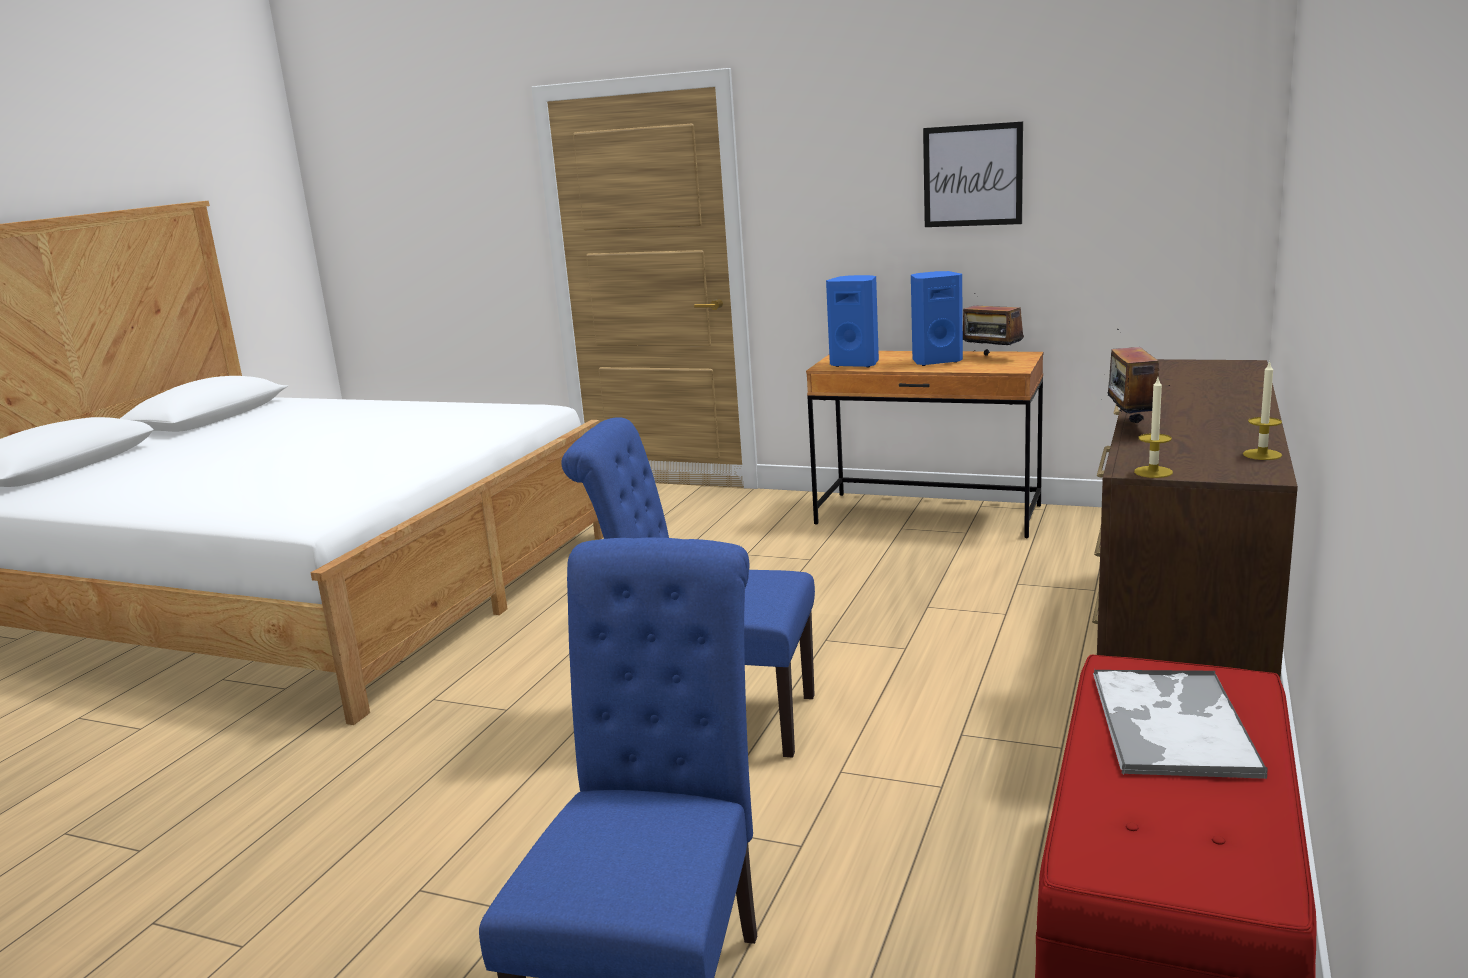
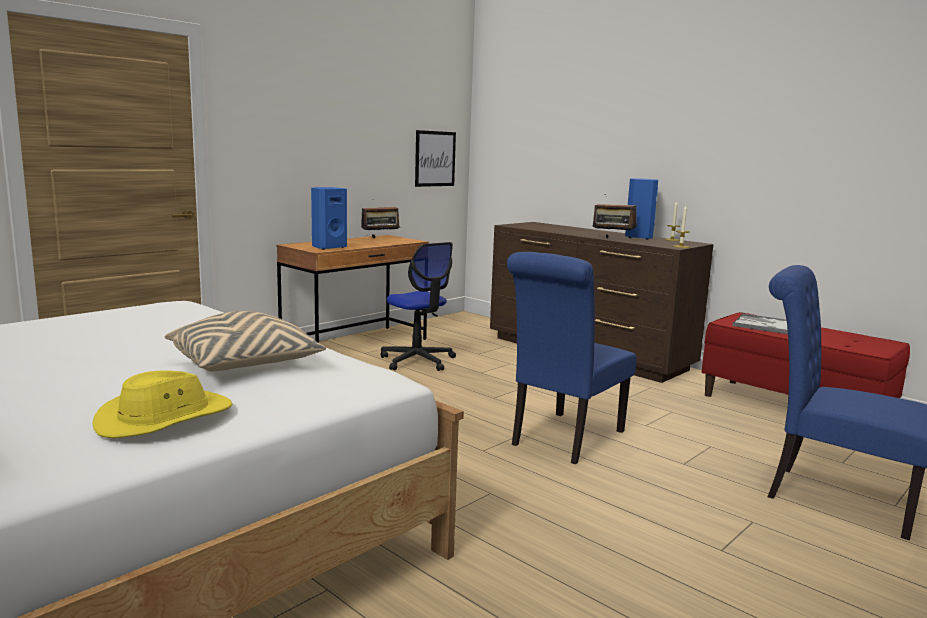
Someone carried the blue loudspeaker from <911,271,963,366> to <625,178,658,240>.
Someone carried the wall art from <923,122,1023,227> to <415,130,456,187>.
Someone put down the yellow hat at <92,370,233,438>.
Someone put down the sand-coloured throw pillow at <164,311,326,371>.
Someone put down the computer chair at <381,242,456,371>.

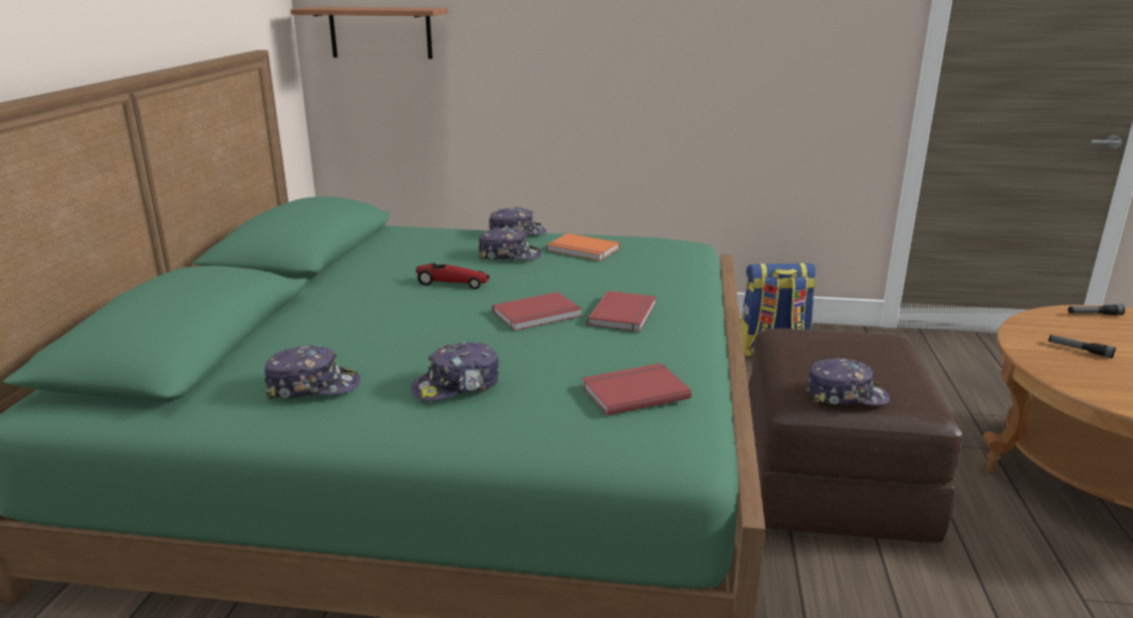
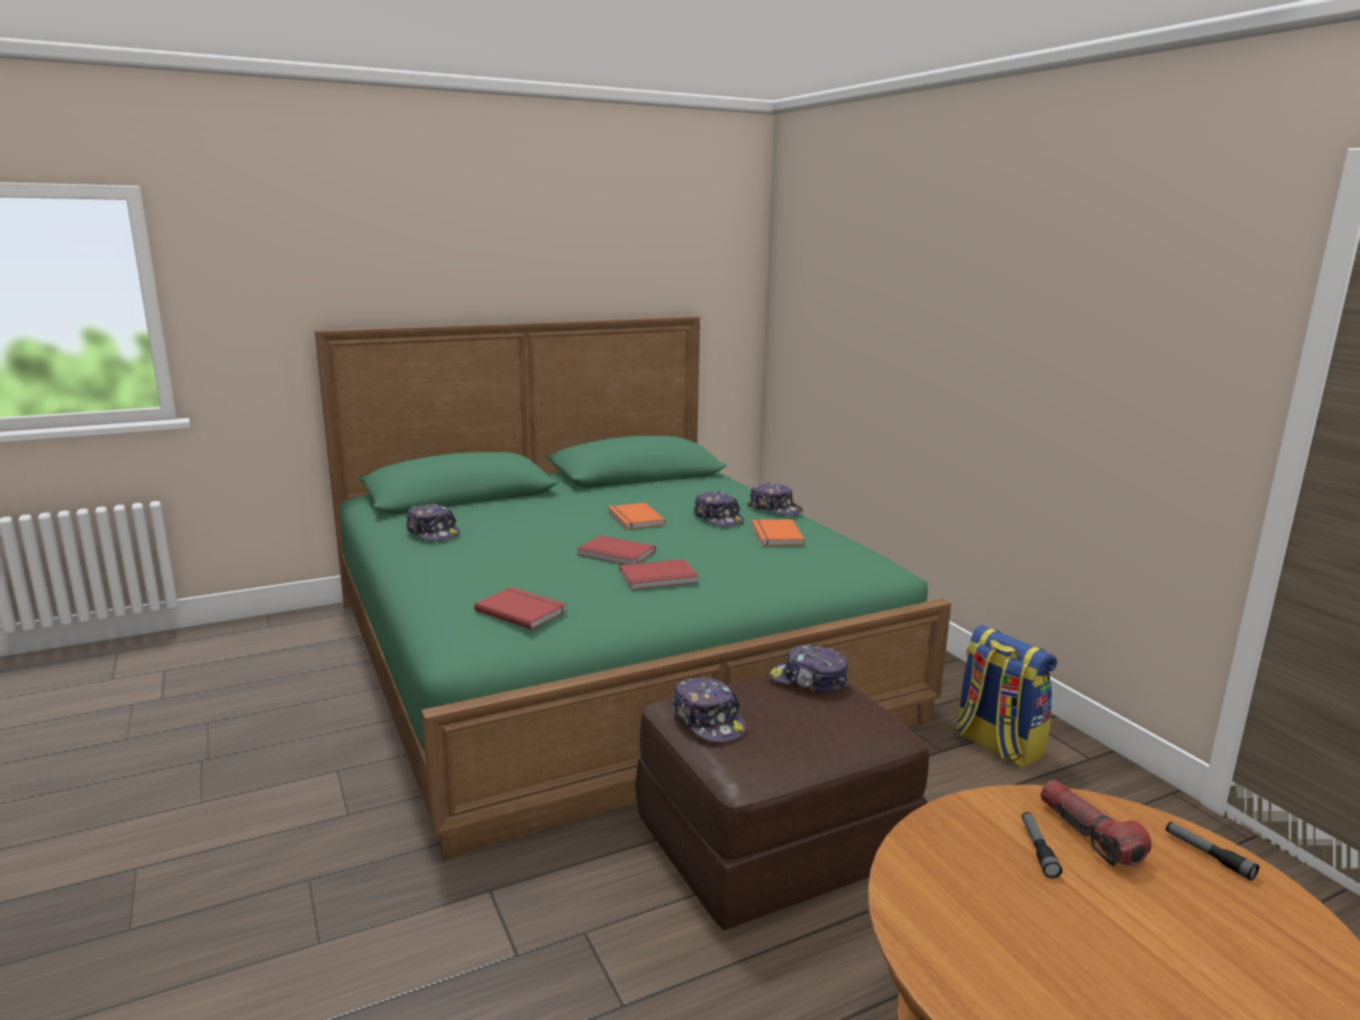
Someone took away the shelf at <290,7,448,59>.
Someone carried the peaked cap from <411,342,499,401> to <769,644,848,693>.
Someone swapped the toy car at <416,263,490,289> for the orange-coloured volume at <608,503,666,530>.
Someone put down the torch at <1040,780,1152,866>.

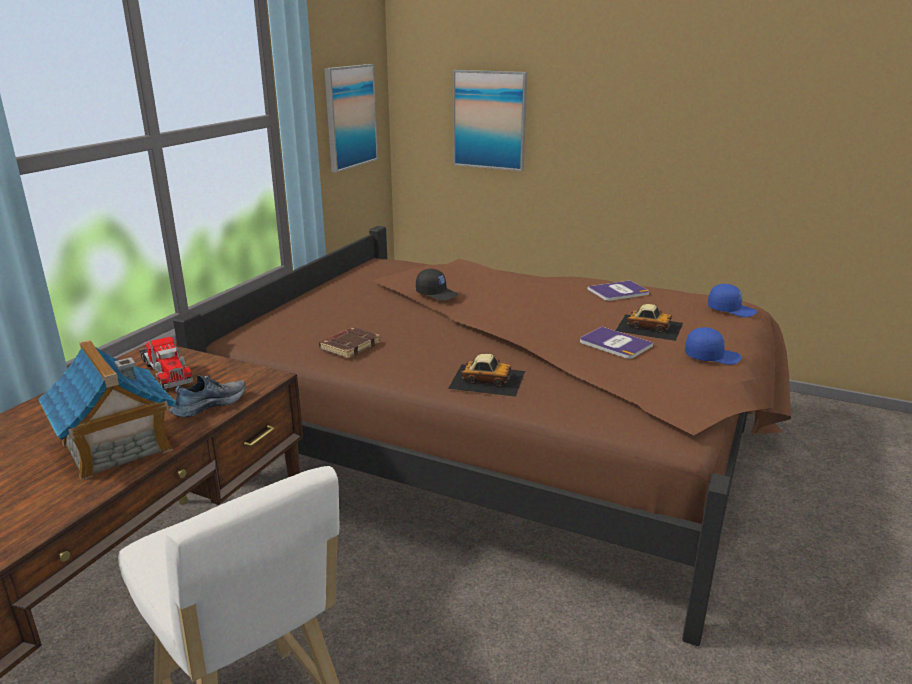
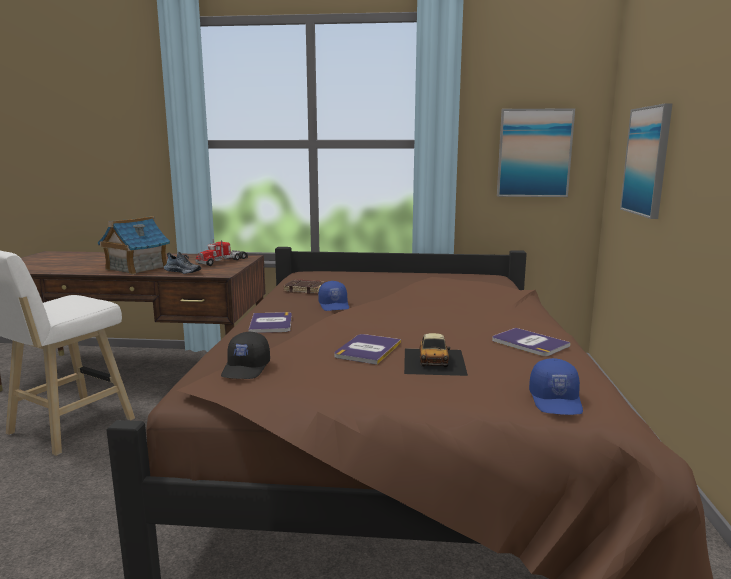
Someone carried the black-coloured peaked cap from <416,269,458,301> to <221,332,270,379>.
Someone swapped the toy car at <448,354,525,397> for the volume at <248,312,292,333>.
Someone carried the blue peaked cap from <685,327,742,365> to <318,281,349,311>.

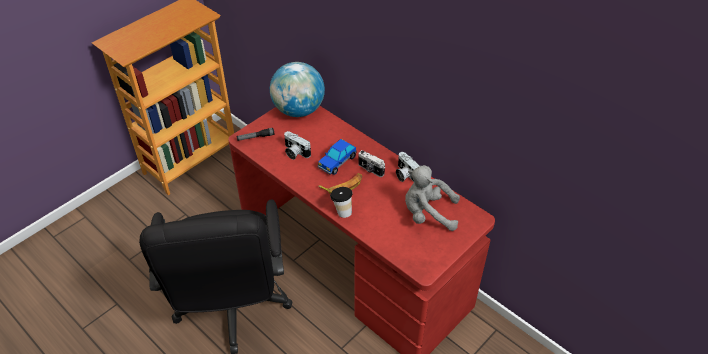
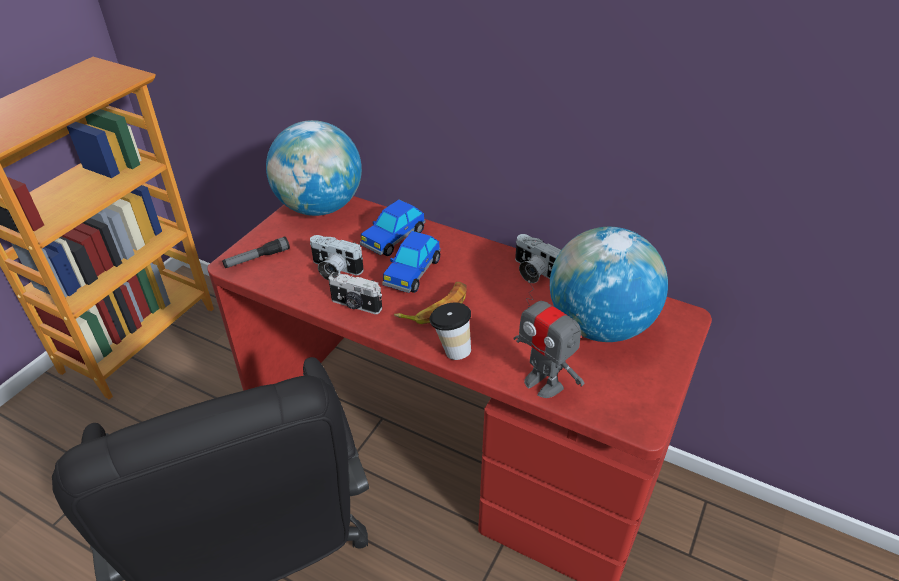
Someone carried the photo camera from <358,150,385,177> to <328,272,382,314>.
Someone swapped the gray plush toy at <405,165,460,231> for the globe at <550,227,668,342>.
Someone put down the toy car at <360,199,426,256>.
Someone put down the model robot at <514,280,584,398>.

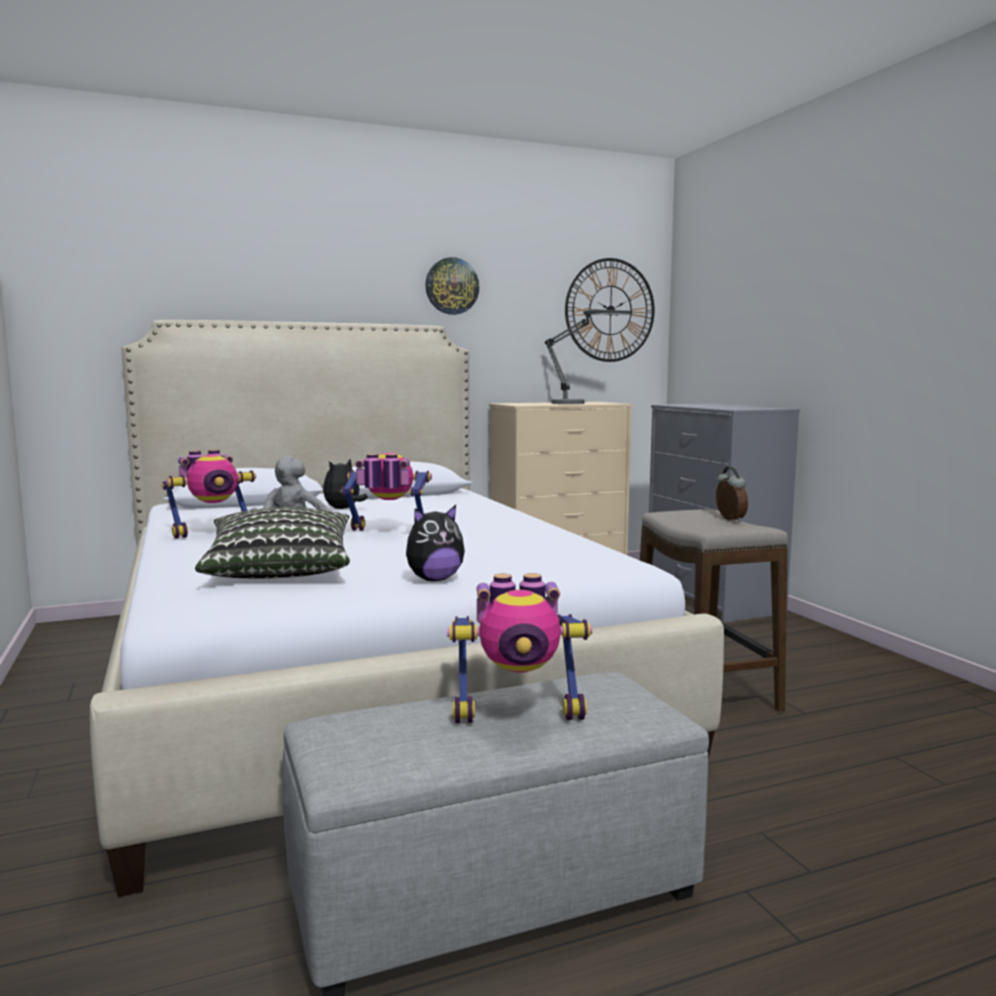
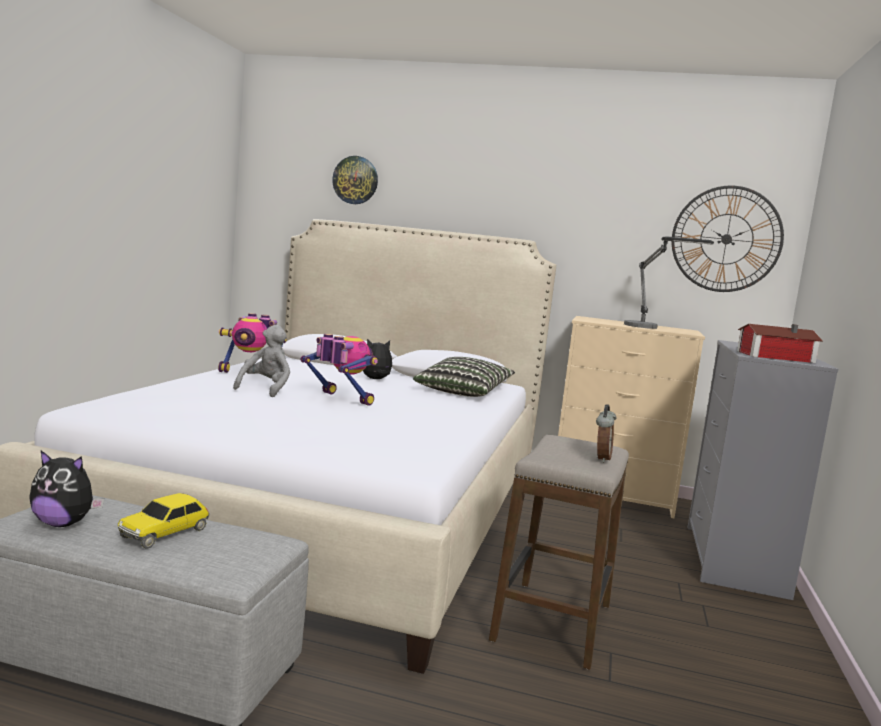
Someone carried the throw pillow from <195,507,350,579> to <413,357,515,397>.
Someone carried the plush toy from <406,505,465,581> to <29,451,104,527>.
Someone carried the clock on the wall from <425,257,479,315> to <332,156,378,204>.
Someone swapped the model robot at <447,573,592,723> for the toy car at <118,493,210,549>.
Someone put down the toy house at <737,324,823,363>.

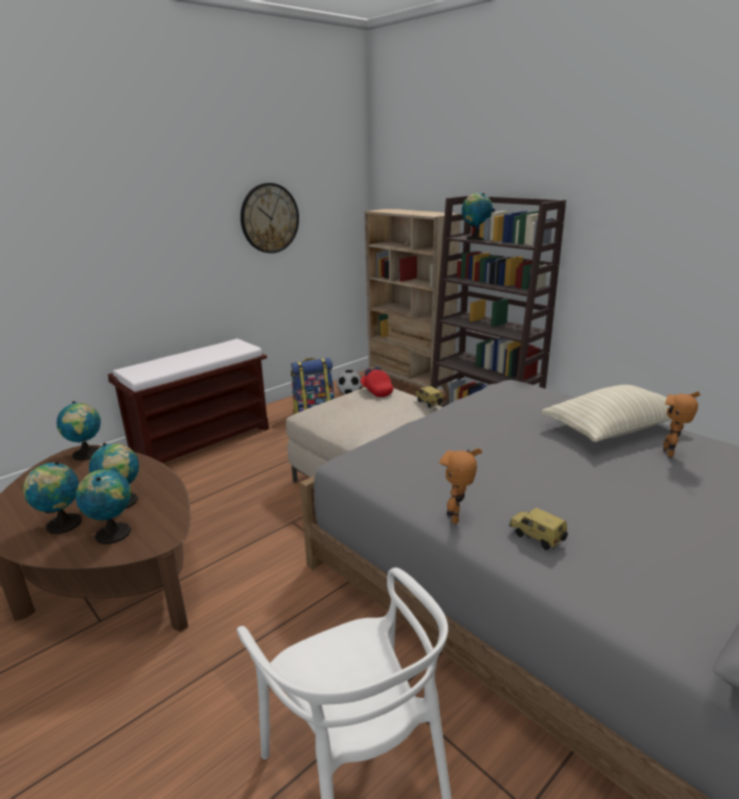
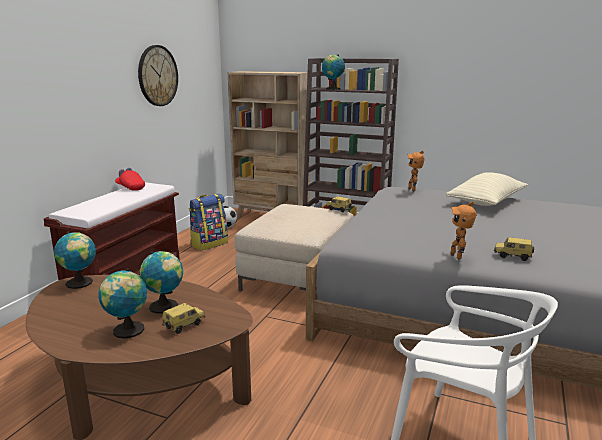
Someone swapped the globe at <76,469,131,544> for the toy car at <162,303,205,334>.
Someone carried the red-coloured peaked cap from <360,366,393,397> to <115,168,145,191>.
Someone carried the model robot from <663,391,700,457> to <408,151,424,191>.

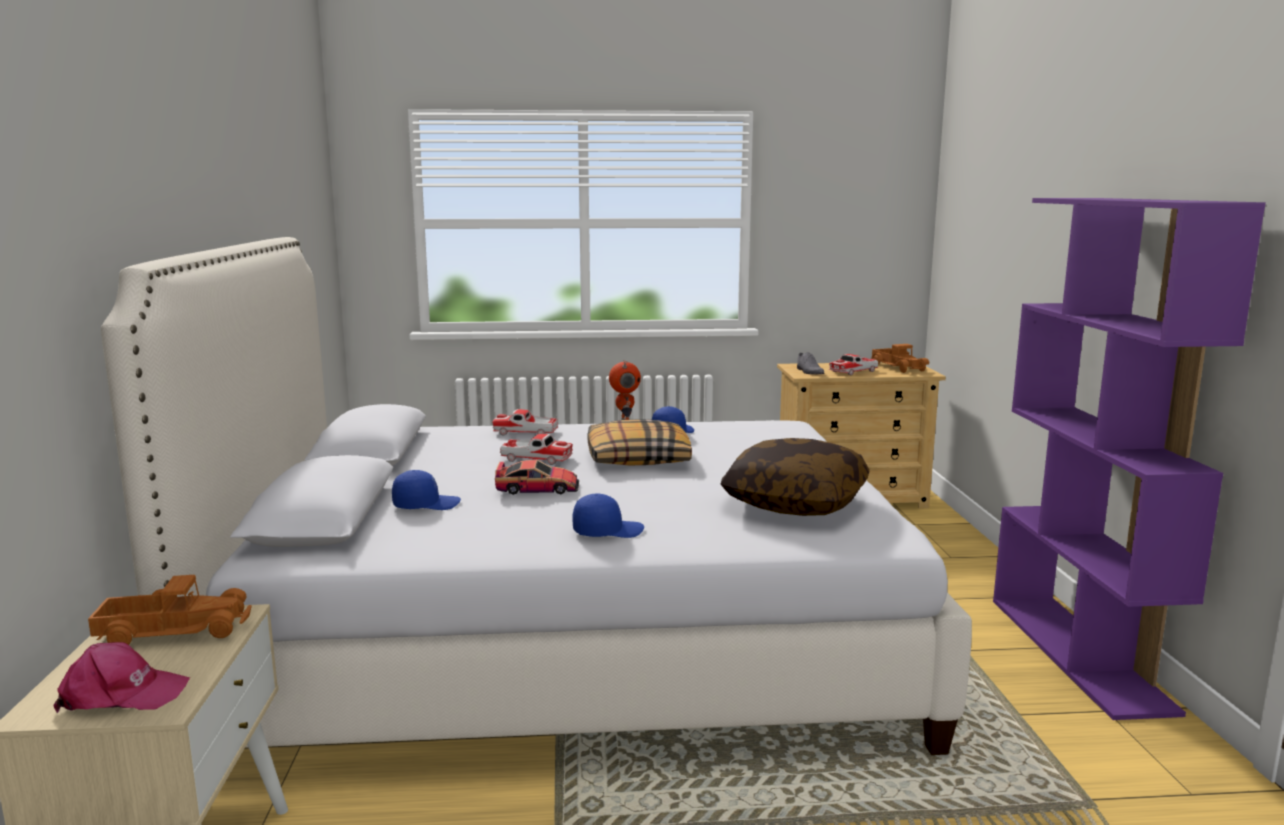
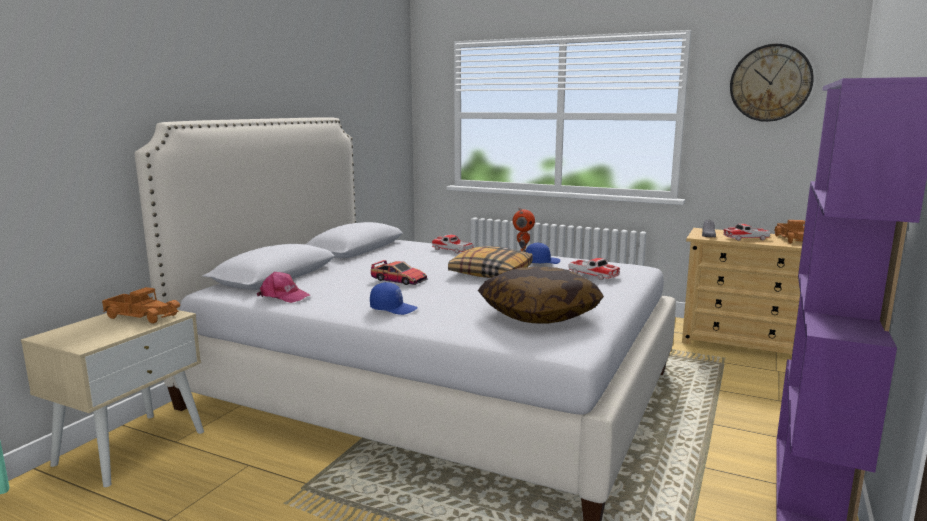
Someone carried the pink-coloured peaked cap from <53,642,190,713> to <257,272,310,303>.
Someone took away the blue peaked cap at <392,470,461,510>.
Someone carried the toy car from <500,434,573,465> to <568,258,620,280>.
Someone put up the clock on the wall at <730,44,814,122>.

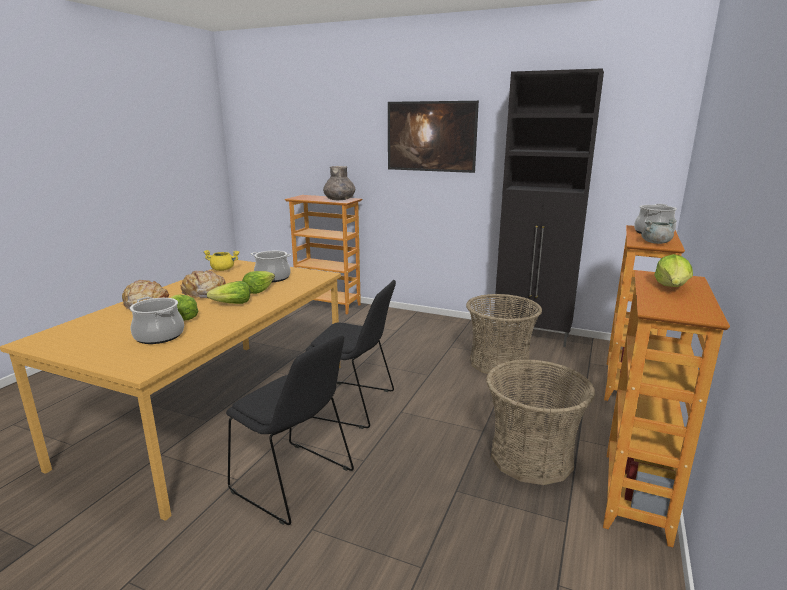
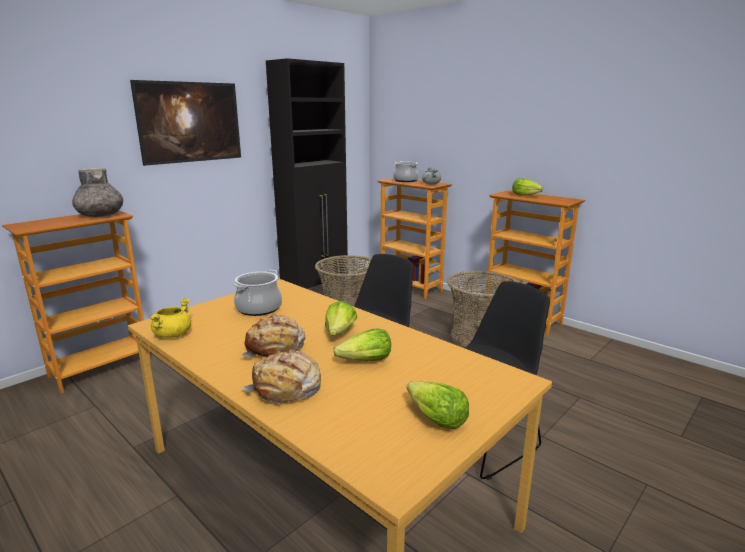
Someone took away the stockpot at <130,297,184,344>.
Someone carried the lettuce from <242,271,275,294> to <407,381,469,429>.

